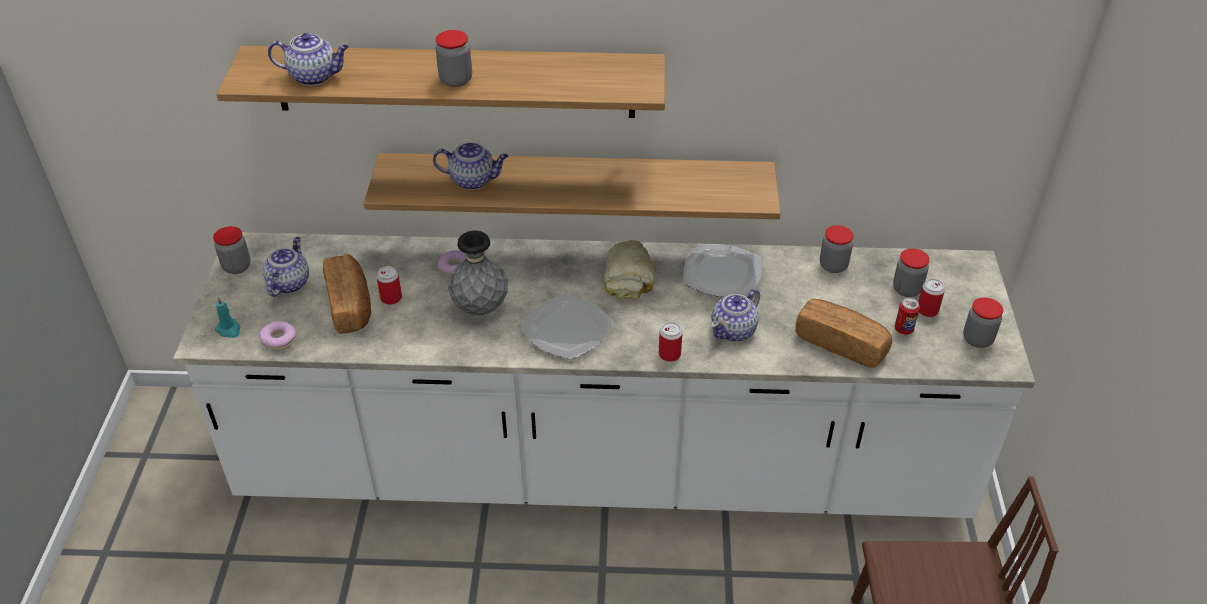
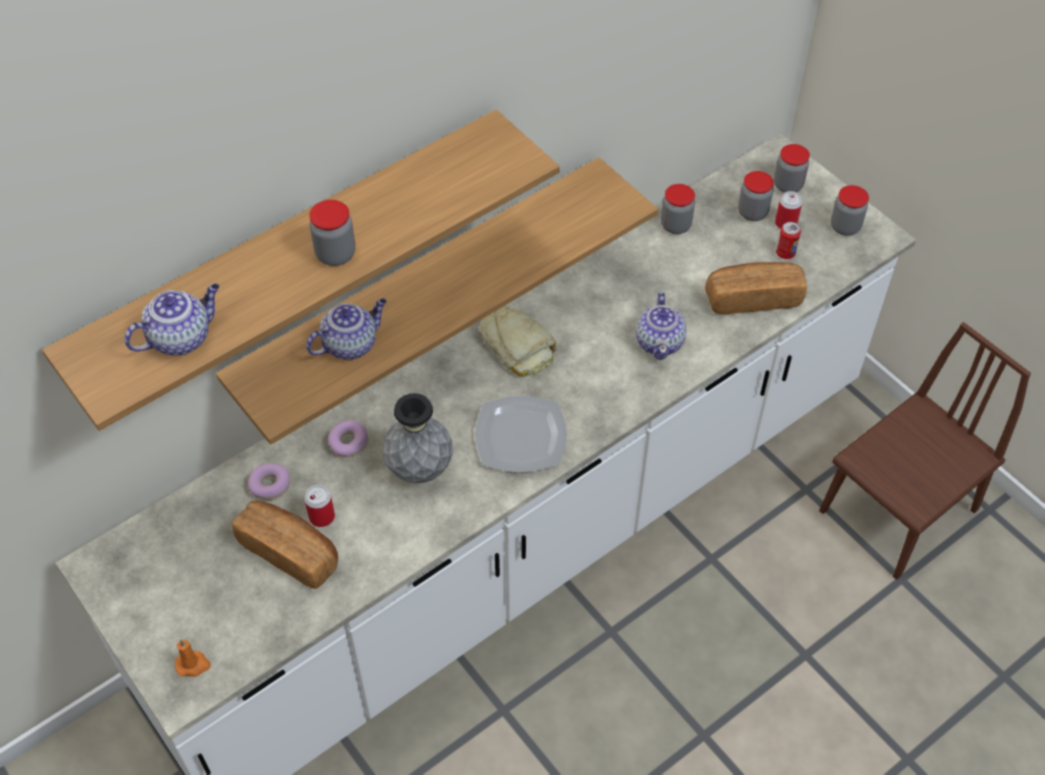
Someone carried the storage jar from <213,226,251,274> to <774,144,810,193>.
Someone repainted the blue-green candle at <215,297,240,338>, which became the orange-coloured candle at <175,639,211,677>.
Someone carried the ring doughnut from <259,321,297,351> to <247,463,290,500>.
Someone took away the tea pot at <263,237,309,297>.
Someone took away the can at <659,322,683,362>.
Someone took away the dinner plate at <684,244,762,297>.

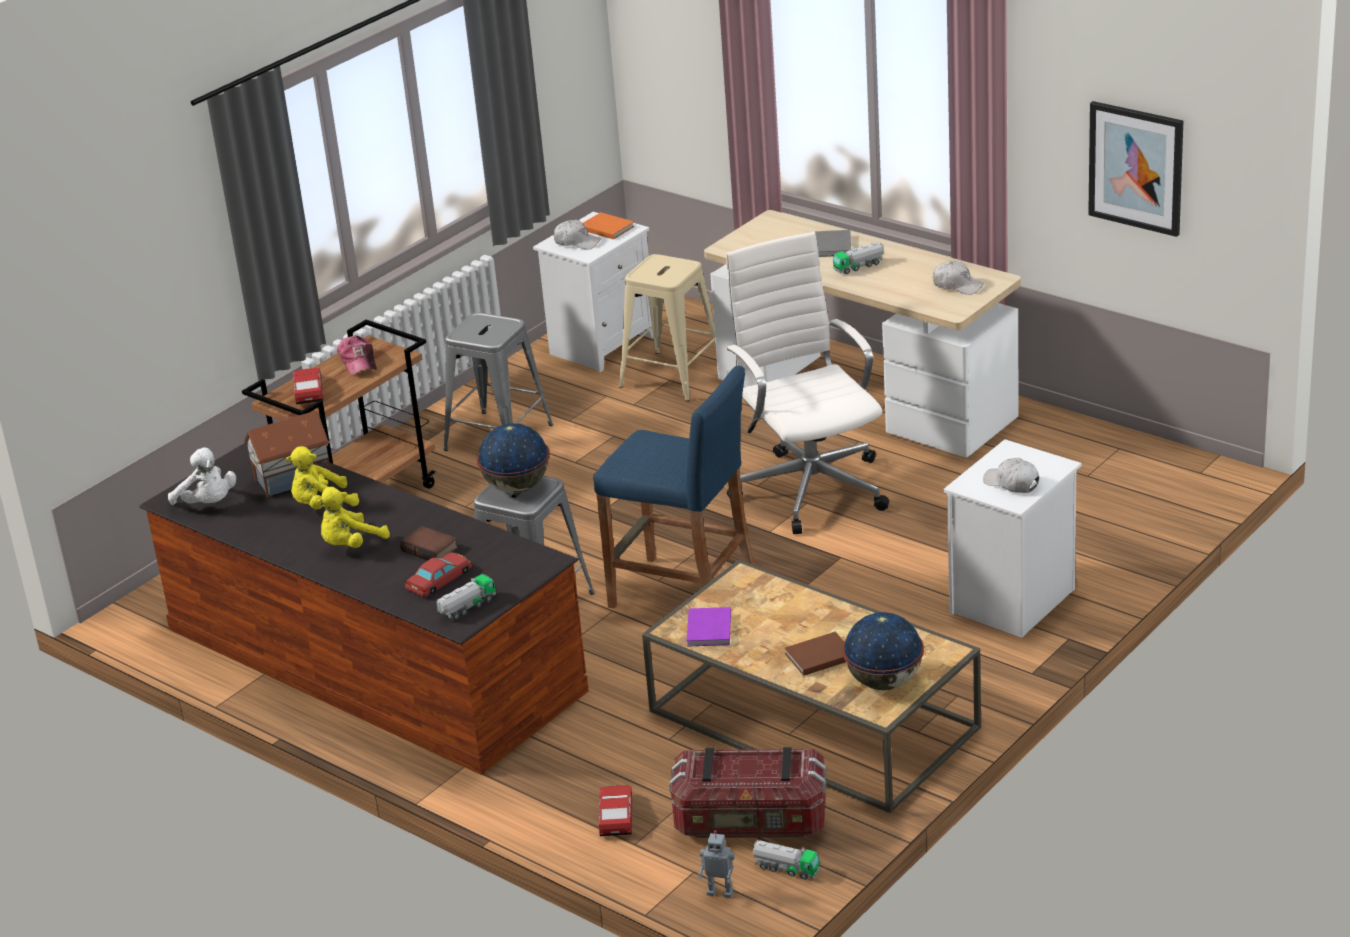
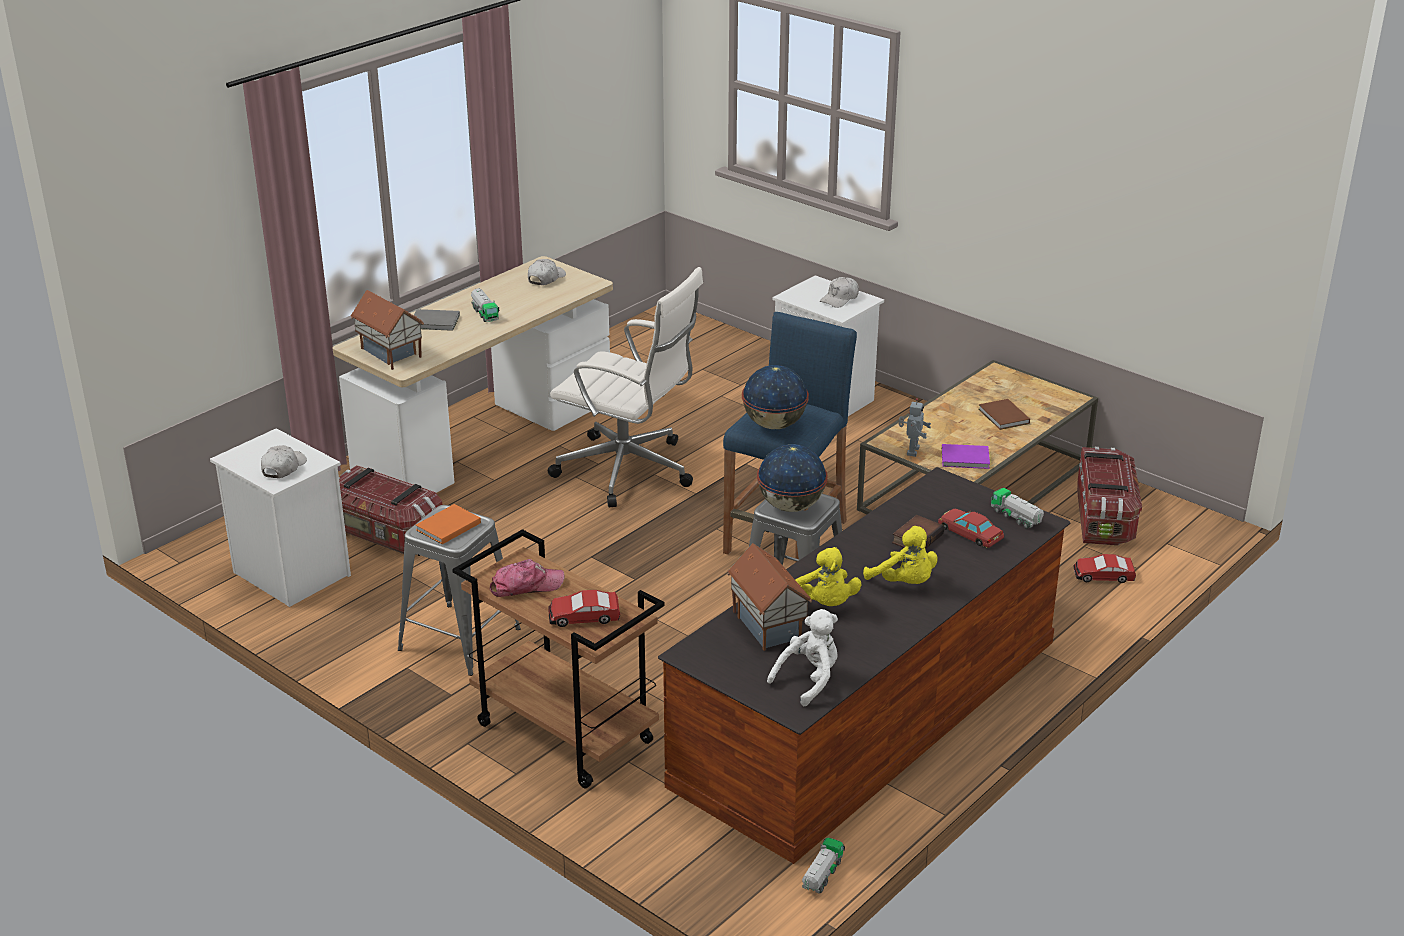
Someone carried the orange-coloured volume from <583,212,635,239> to <416,504,481,544>.
Someone swapped the sand-coloured stool seat at <619,254,716,401> for the storage bin at <339,465,442,554>.
Someone carried the model robot from <698,830,735,898> to <899,398,931,457>.
Someone rotated the white-coloured computer chair at <726,232,889,534> by 135 degrees counterclockwise.
Someone carried the model truck from <753,840,820,880> to <802,837,845,894>.
Someone carried the globe from <842,612,924,690> to <742,365,809,429>.
Someone took away the wall art at <1088,101,1183,237>.
Someone put down the toy house at <350,290,424,370>.

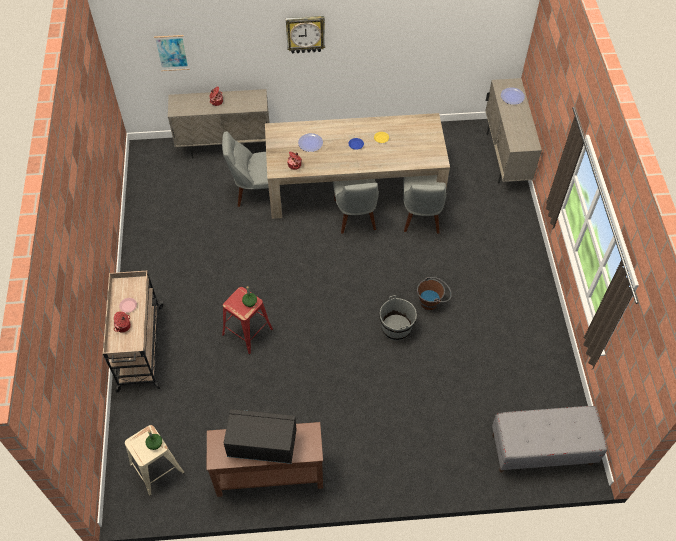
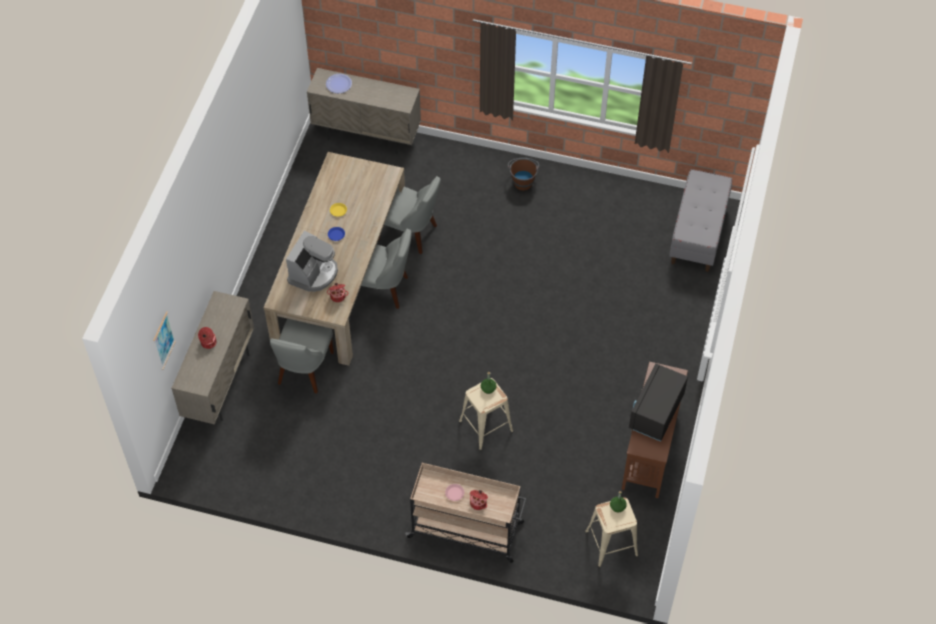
Someone repainted the red-coloured stool seat at <222,287,273,354>, which became the sand-coloured stool seat at <459,378,513,450>.
Someone took away the clock on the wall at <286,16,325,53>.
Someone swapped the dinner plate at <298,133,323,152> for the coffee maker at <286,231,338,292>.
Someone took away the gray water bucket at <379,295,417,341>.
Someone carried the brown-coloured water bucket from <417,277,452,310> to <508,158,539,191>.

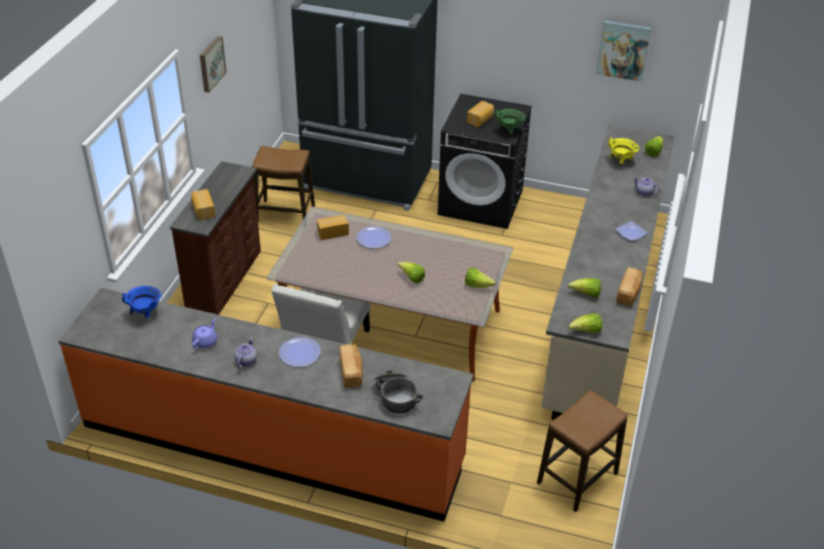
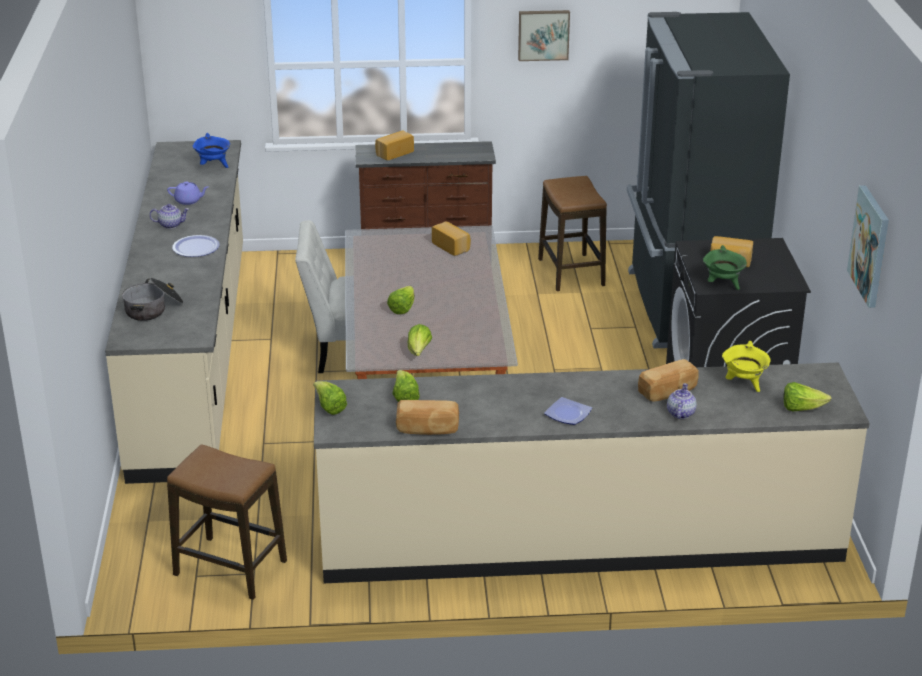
Someone repainted the orange-coloured counter at <58,288,474,522>, which became the sand-coloured counter at <105,140,243,484>.
Someone carried the bread from <339,344,363,388> to <638,359,698,401>.
Someone took away the dinner plate at <356,226,391,248>.

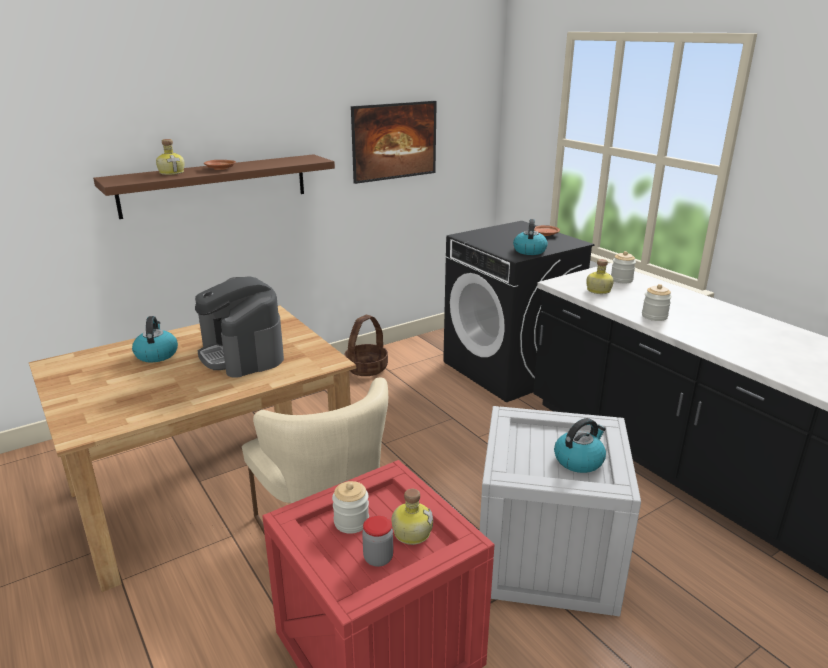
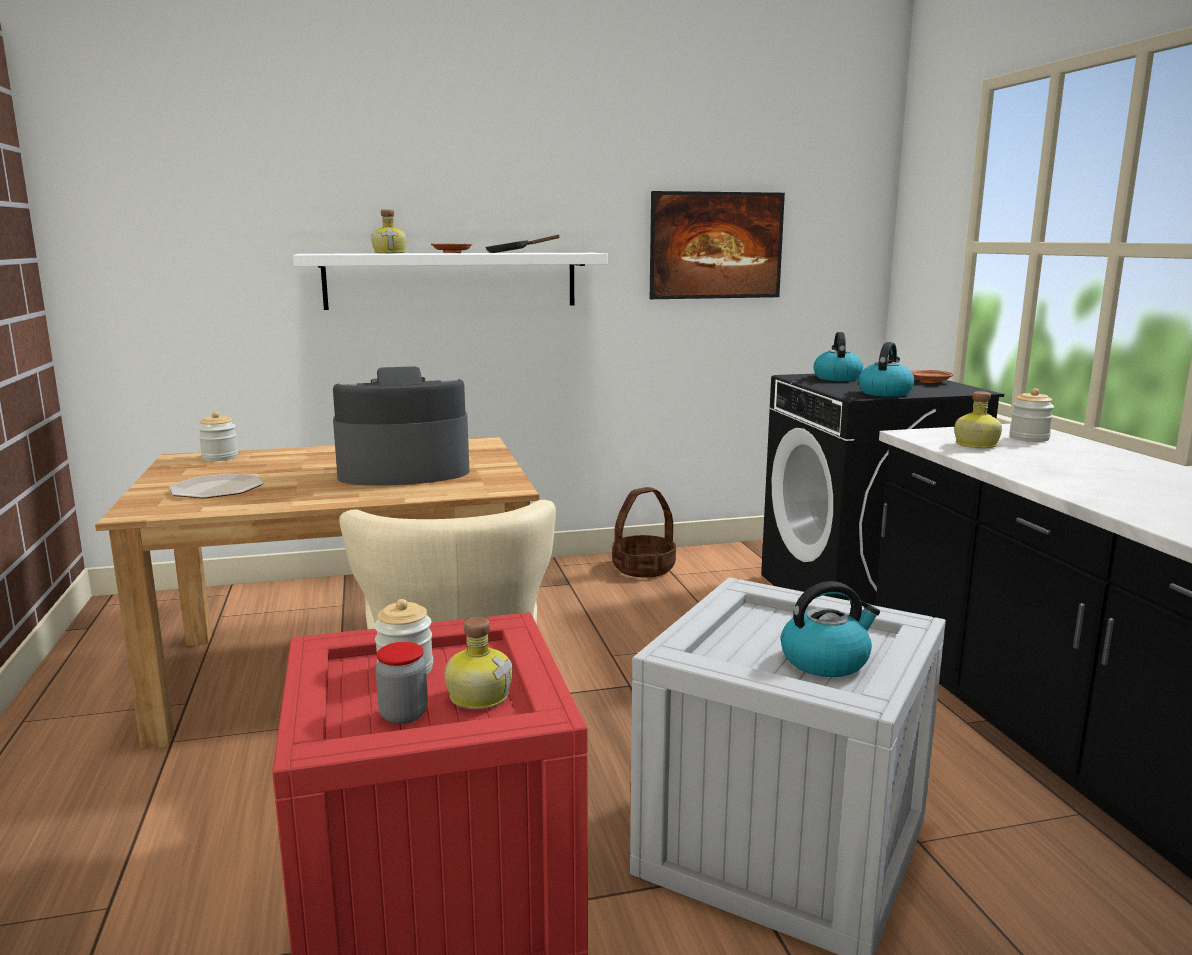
Someone repainted the brown-coloured shelf at <93,154,335,219>, which became the white-coloured shelf at <293,253,608,310>.
Someone carried the water kettle from <132,316,178,362> to <813,332,863,381>.
Someone rotated the coffee maker at <195,276,284,378> by 90 degrees clockwise.
Someone carried the storage jar from <642,284,672,321> to <198,411,238,461>.
Someone put down the dinner plate at <169,474,263,498>.
Someone put down the black-coloured pan at <485,235,561,253>.

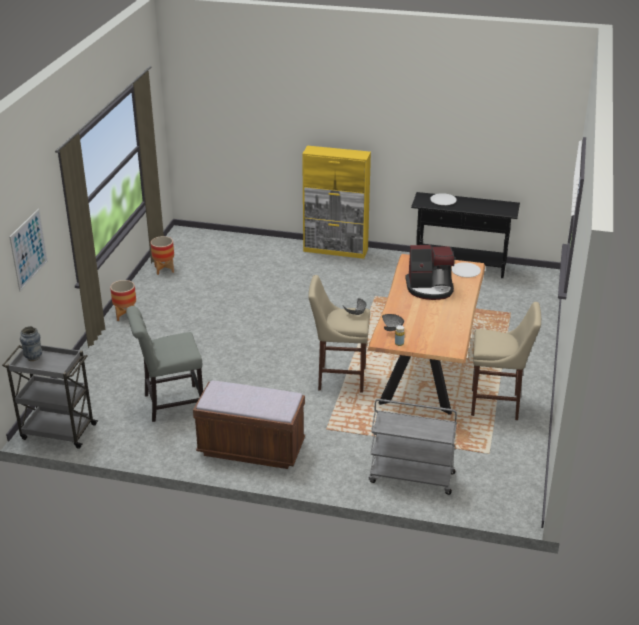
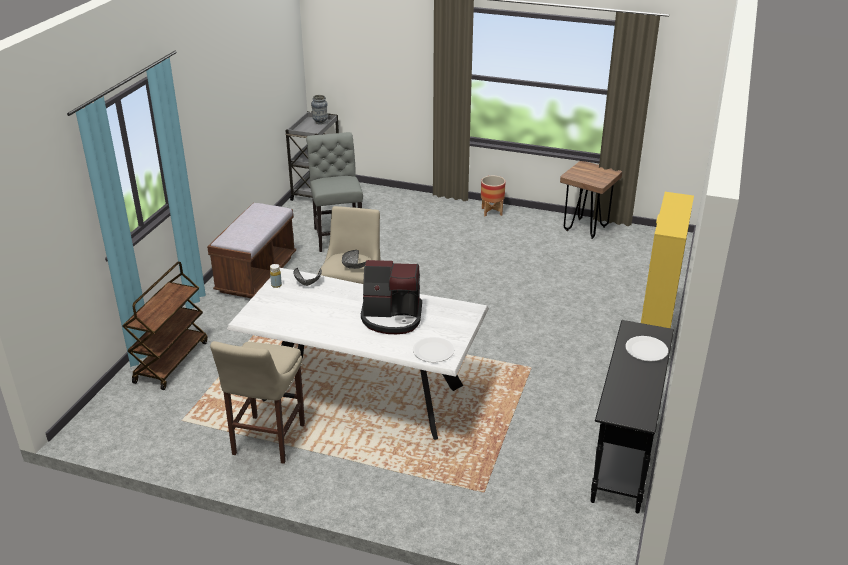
Someone took away the wall art at <9,209,48,291>.
Someone swapped the planter at <151,236,174,275> for the brown-coloured stool seat at <560,161,622,239>.
Someone repainted the brown-coloured dining table at <367,254,485,415>, which became the white-coloured dining table at <227,268,489,440>.
Someone repainted the gray wheeled cart at <369,399,457,495>, which became the brown-coloured wheeled cart at <122,261,208,390>.
Someone rotated the coffee maker at <406,245,455,300> by 90 degrees counterclockwise.

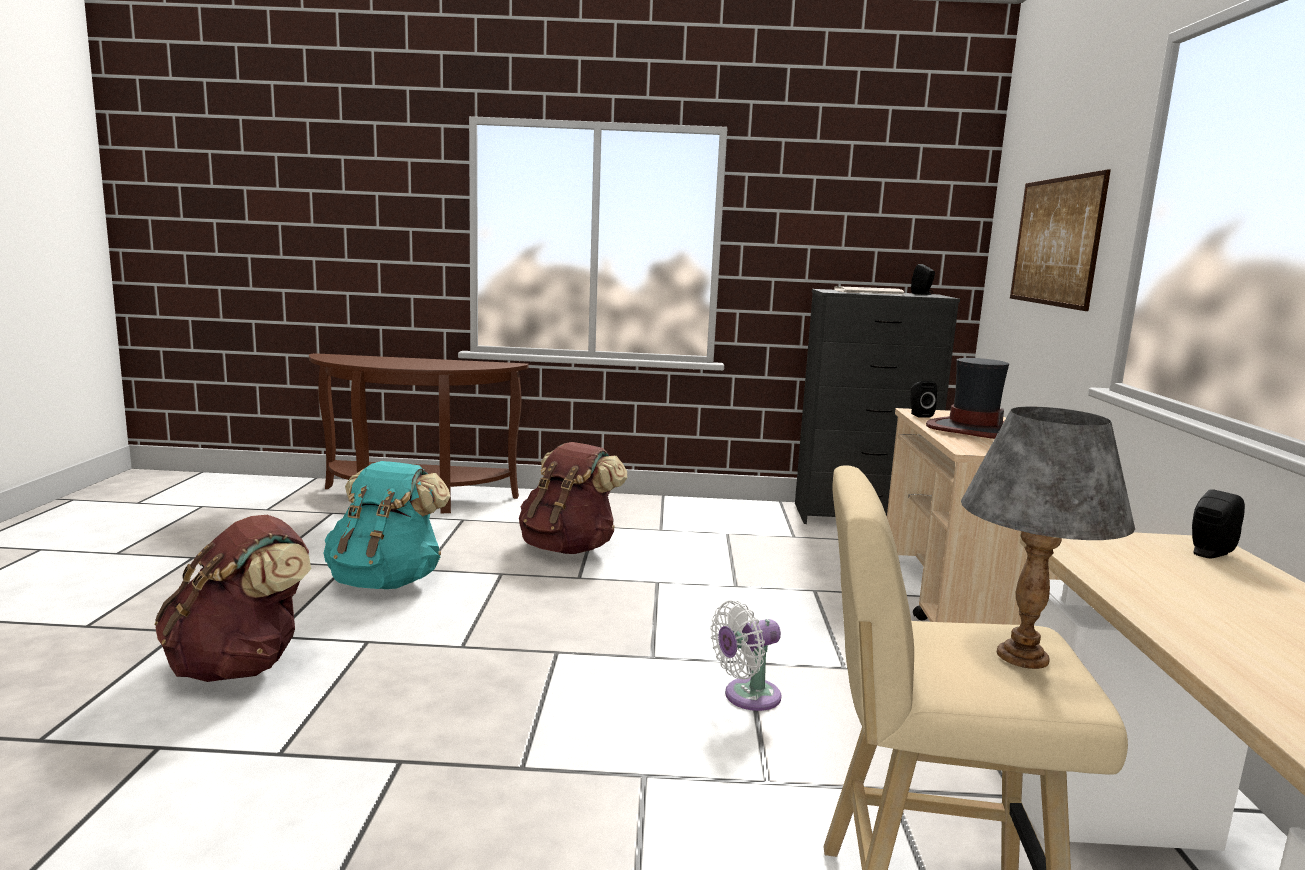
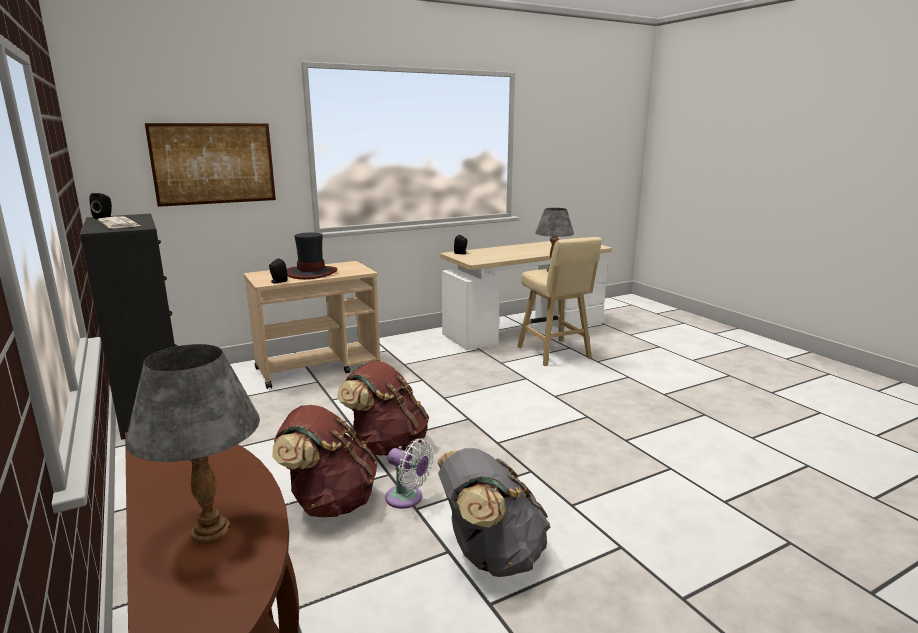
Someone carried the brown-coloured knapsack from <154,515,311,682> to <337,361,429,456>.
Someone repainted the blue-green knapsack at <324,461,450,589>, which became the gray knapsack at <438,448,551,577>.
Someone carried the white-coloured cooling fan from <711,601,782,711> to <385,438,434,509>.
Someone put down the gray table lamp at <125,344,260,544>.

